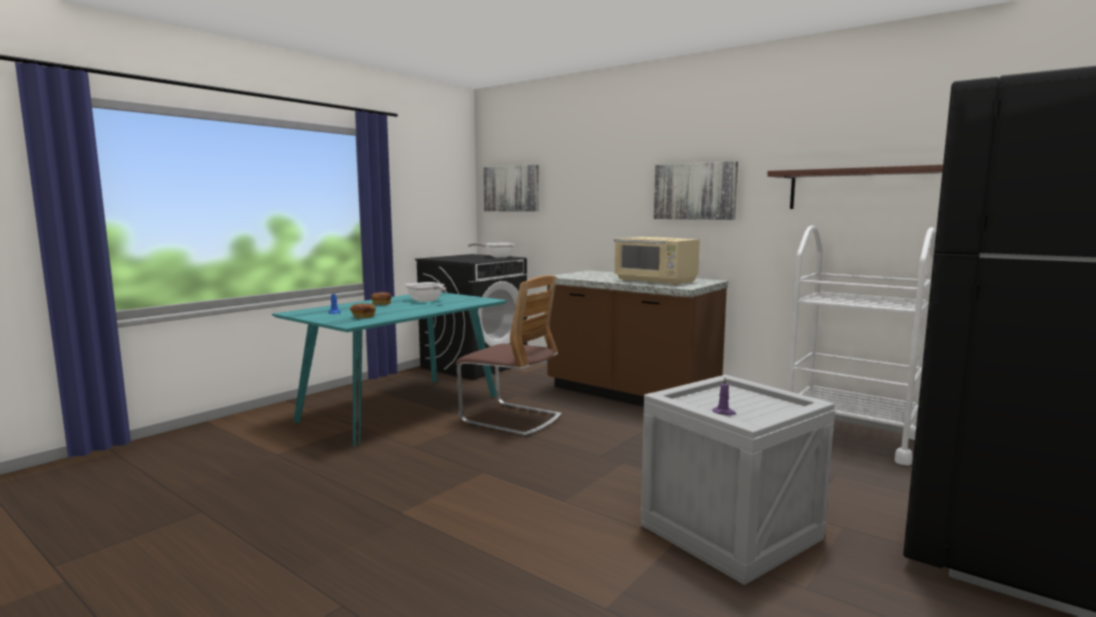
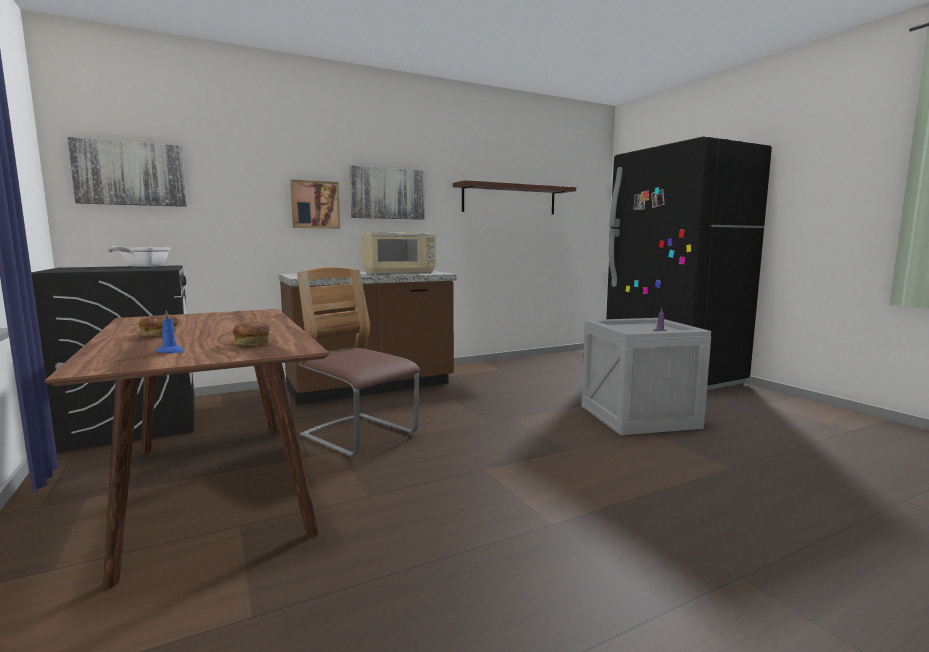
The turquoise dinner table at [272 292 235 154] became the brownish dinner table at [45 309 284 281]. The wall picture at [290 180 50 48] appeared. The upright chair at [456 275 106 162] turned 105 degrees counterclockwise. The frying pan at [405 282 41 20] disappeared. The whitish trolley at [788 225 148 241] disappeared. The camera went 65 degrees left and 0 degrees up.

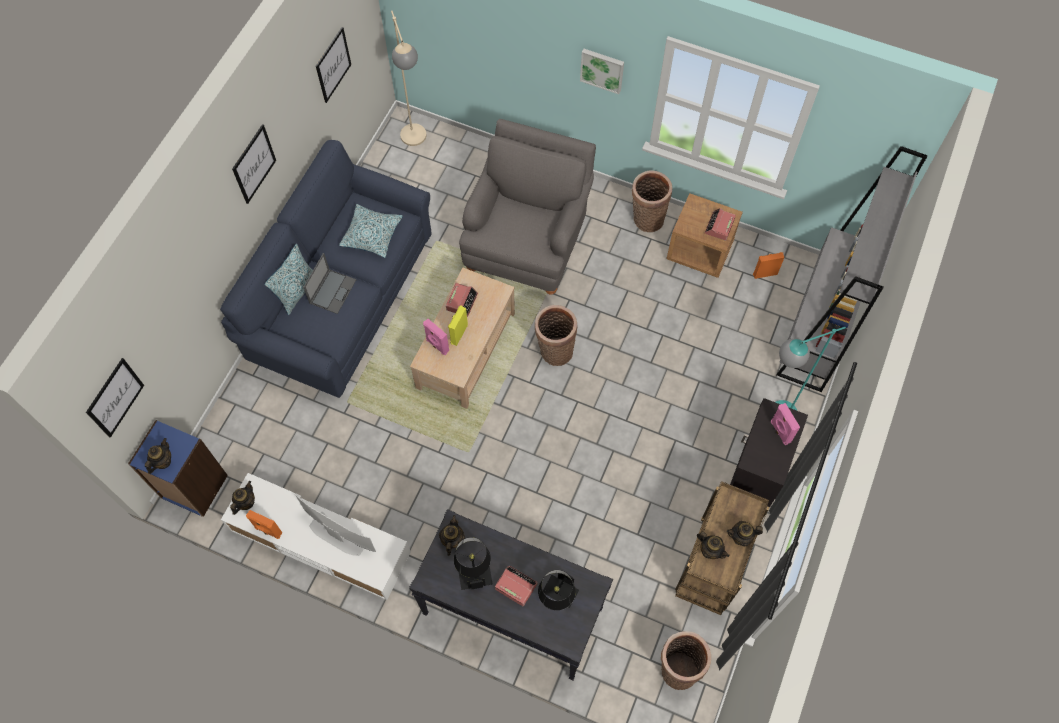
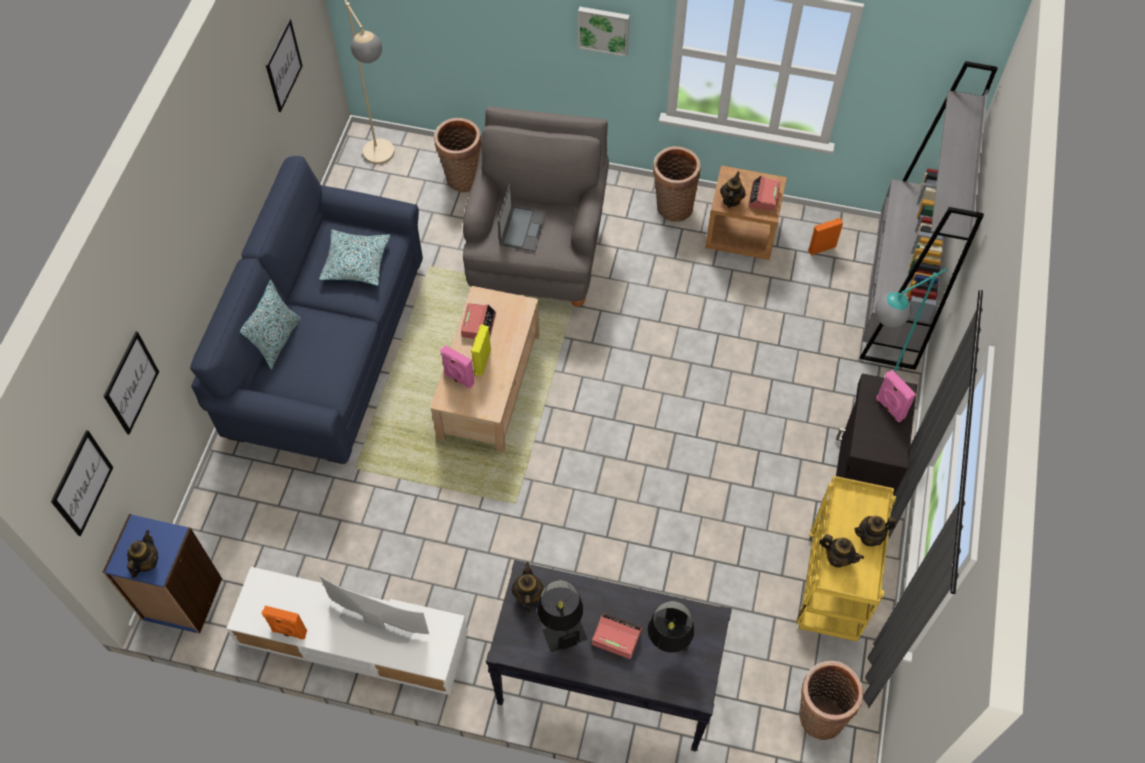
The wall picture moved from [232 124 44 80] to [104 331 55 103]. The storage basket moved from [535 305 42 61] to [434 118 47 75]. The laptop moved from [303 253 53 61] to [498 183 49 69]. The pot for tea moved from [230 481 25 34] to [720 171 26 37]. The brownish trolley at [675 481 94 134] became the yellow-coloured trolley at [797 476 99 166]. The camera went 10 degrees left and 5 degrees down.

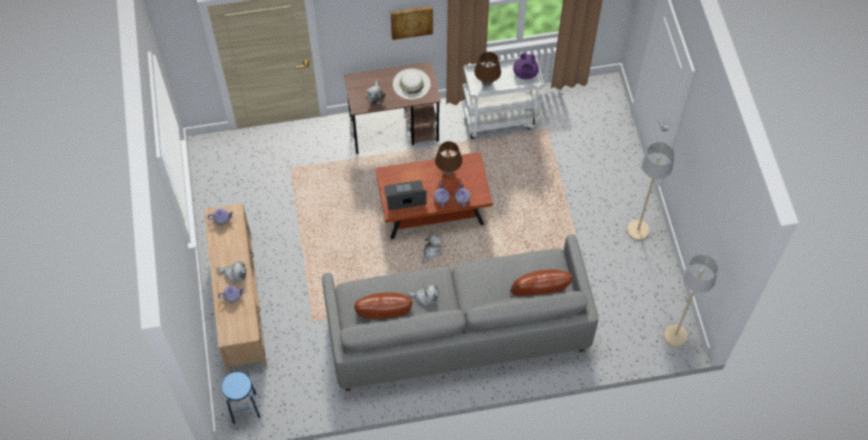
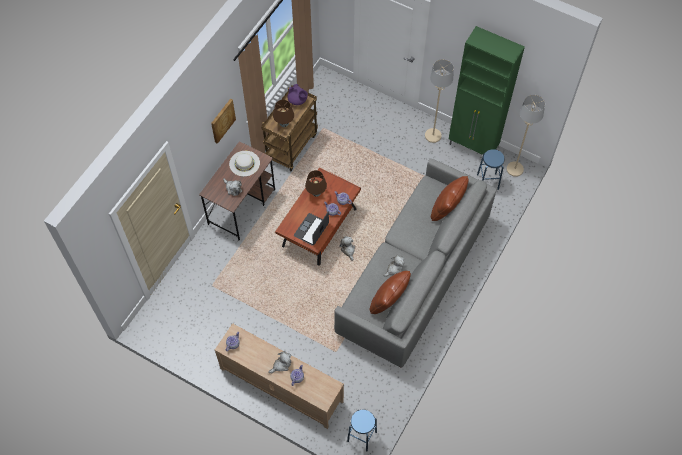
The whitish trolley at [462 55 82 84] became the brownish trolley at [261 85 57 86]. The green-coloured cupboard at [449 26 76 129] appeared. The blue-coloured stool at [477 149 28 41] appeared. The camera went 50 degrees left and 0 degrees up.

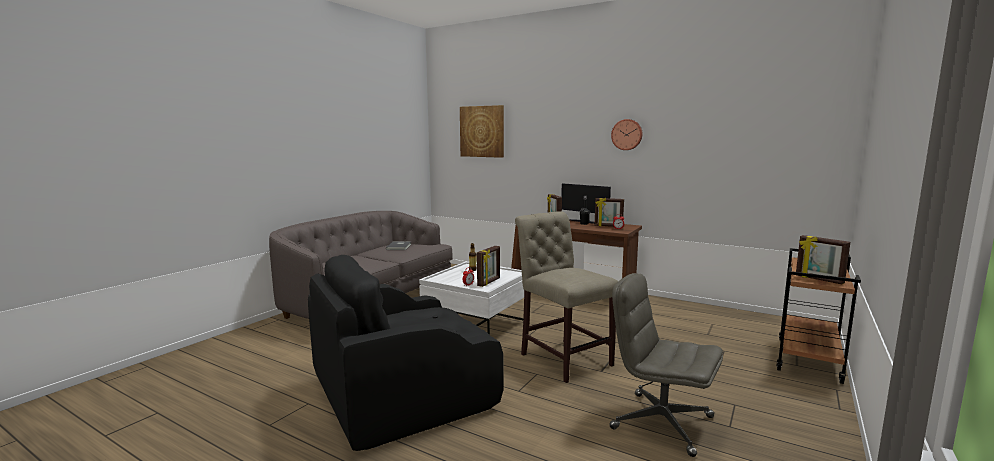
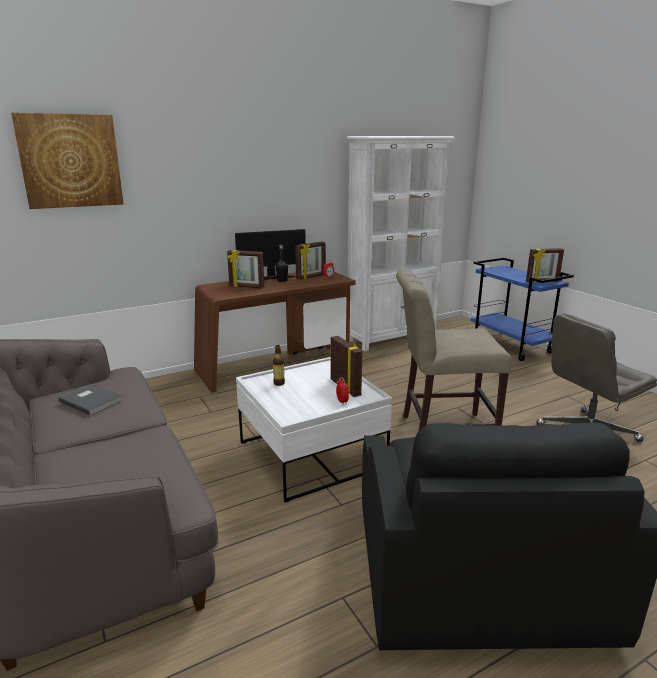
The whitish bookcase at [347 136 108 215] appeared. The brownish trolley at [777 248 84 136] became the blue-coloured trolley at [471 257 103 104]. The wall clock at [611 119 31 31] disappeared. The camera went 60 degrees left and 10 degrees up.

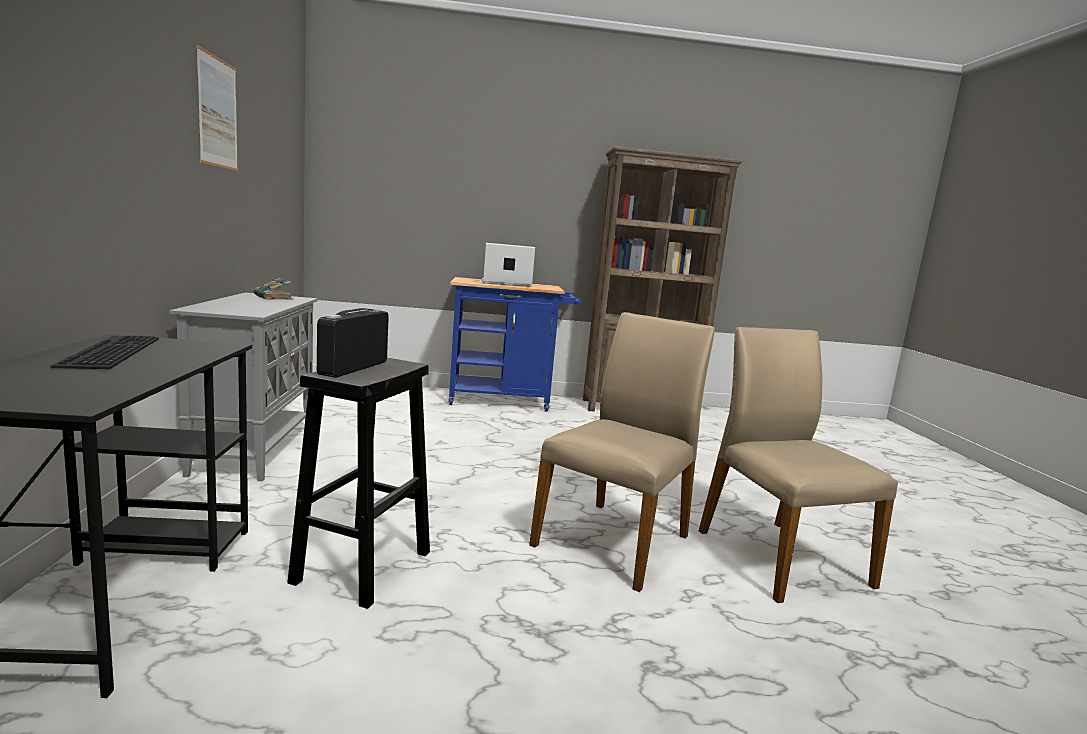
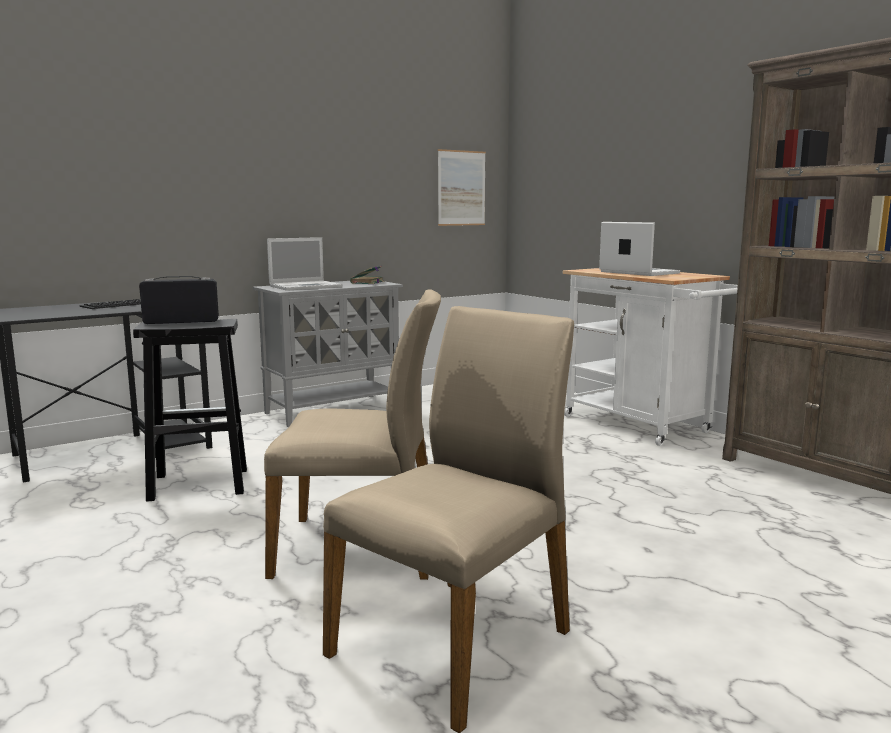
The laptop at [267 237 75 54] appeared. The wall picture moved from [196 45 42 126] to [438 149 48 77]. The blue-coloured trolley at [449 277 132 135] became the whitish trolley at [562 268 176 178]. The camera went 60 degrees right and 0 degrees up.

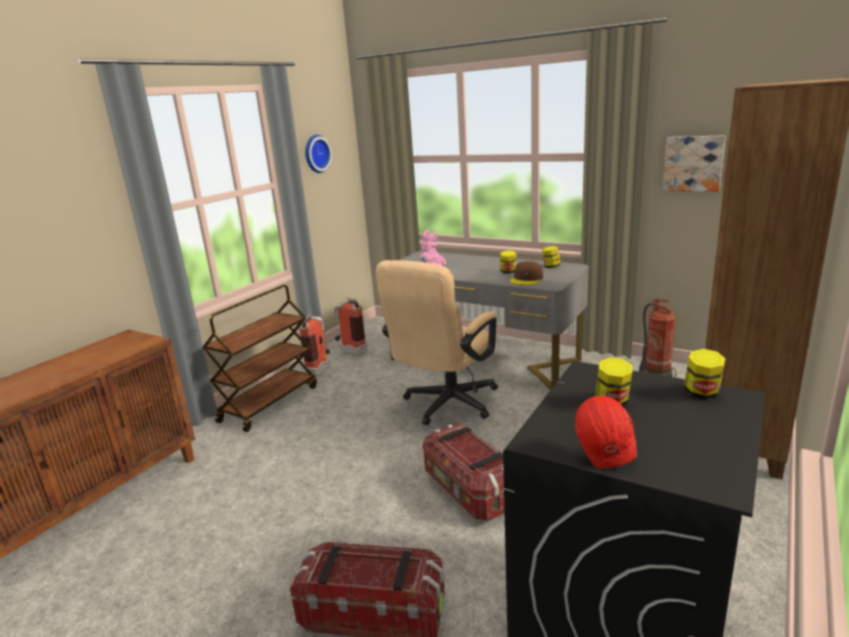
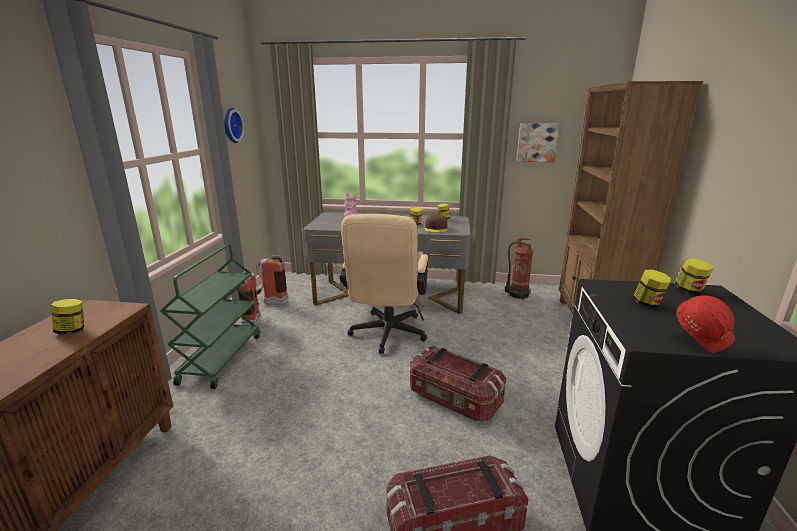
The jar at [51 299 33 35] appeared. The brownish trolley at [202 285 115 147] became the green-coloured trolley at [160 244 100 145]. The camera went 25 degrees left and 0 degrees up.

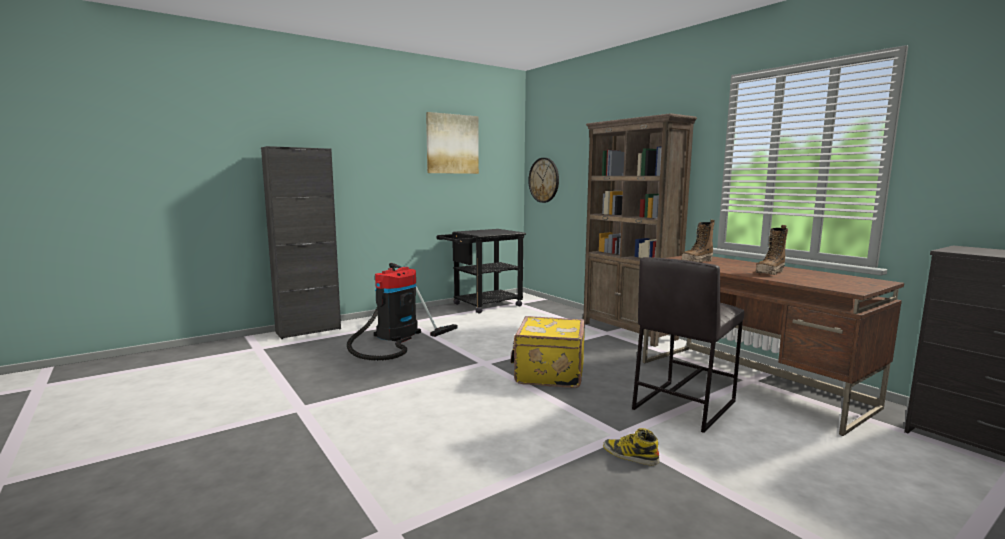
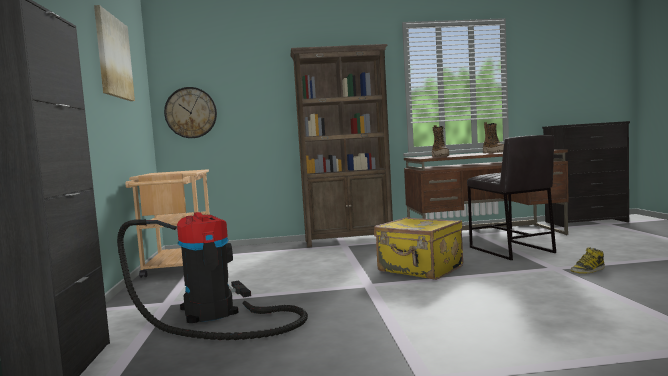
The black trolley at [436 229 90 85] became the beige trolley at [125 169 85 109]. The camera went 60 degrees left and 5 degrees down.

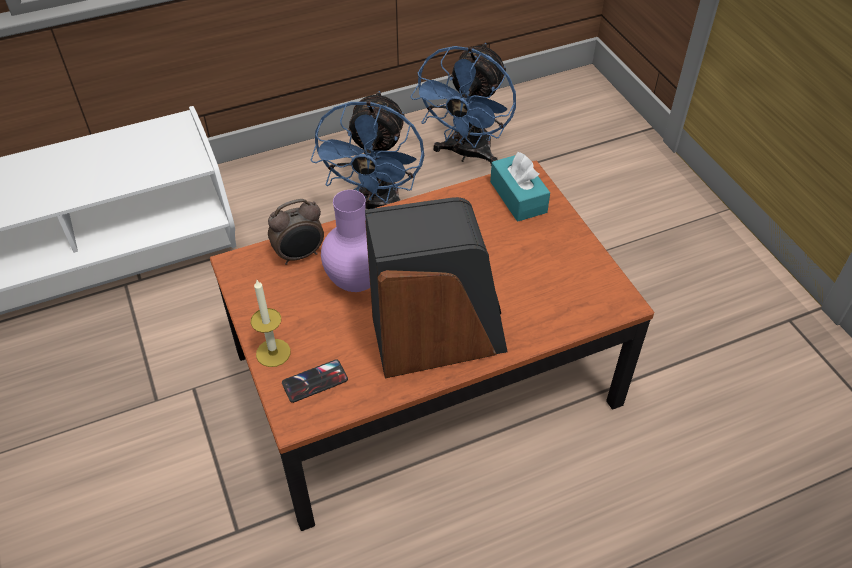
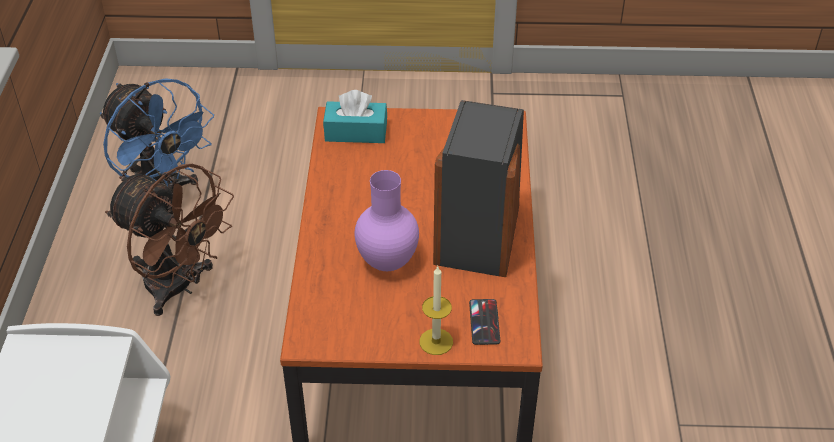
The blue-coloured cooling fan at [311 91 113 118] became the brownish cooling fan at [105 164 129 152]. The alarm clock at [268 199 56 66] disappeared. The camera went 65 degrees left and 5 degrees down.

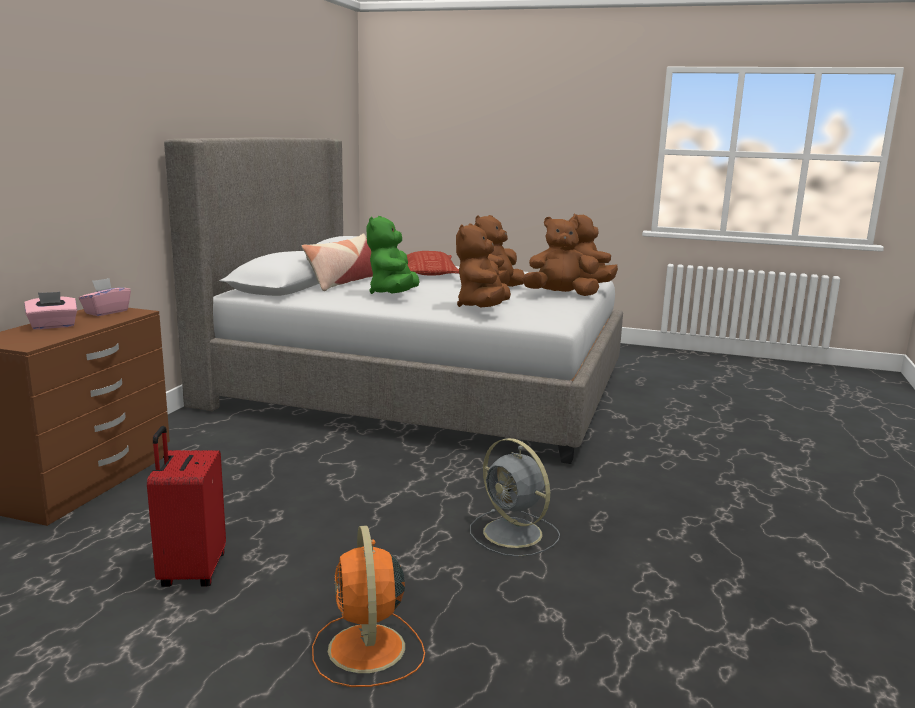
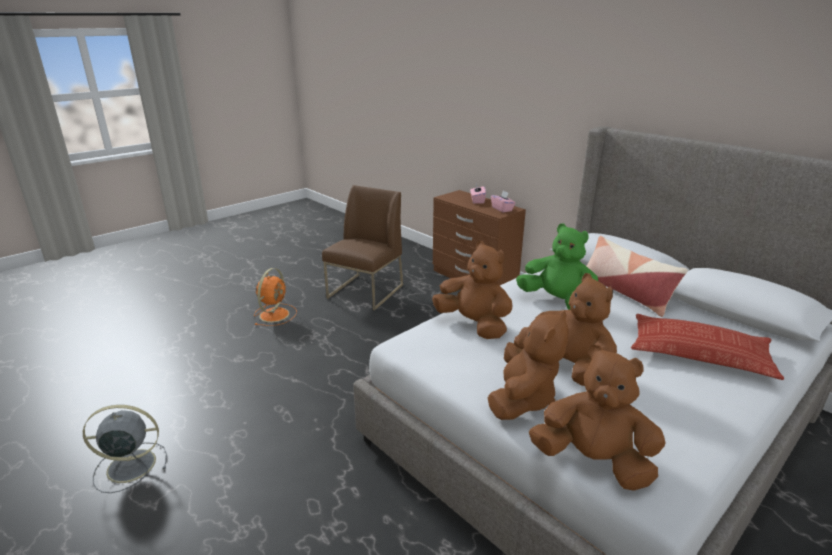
The greyish cooling fan moved from [470 438 90 119] to [83 405 84 88]. The orange-coloured cooling fan at [312 525 113 162] turned 90 degrees clockwise. The reddish suitcase at [147 426 79 161] was replaced by the brownish upright chair at [322 185 81 126]. The camera went 120 degrees right and 10 degrees up.

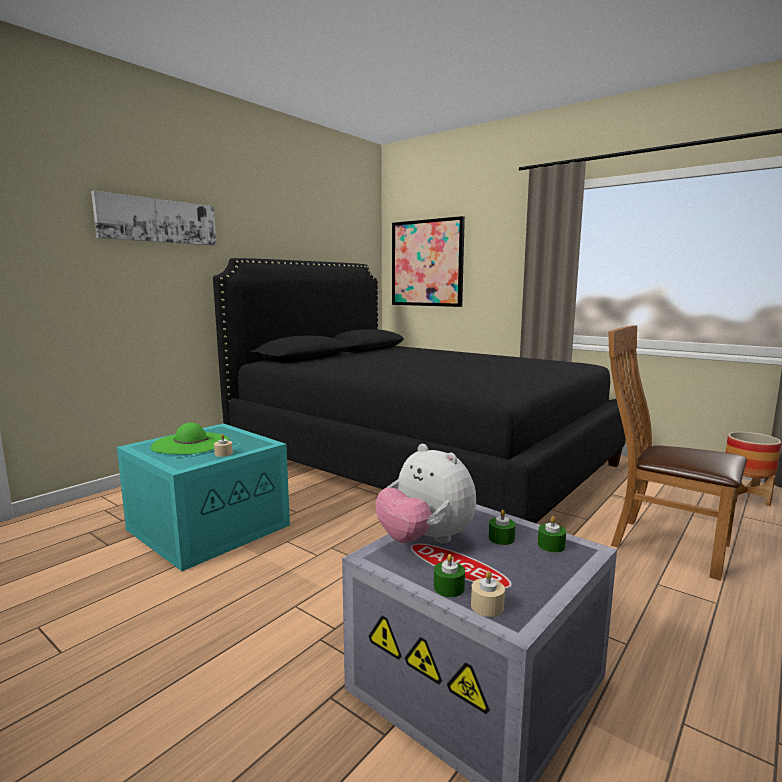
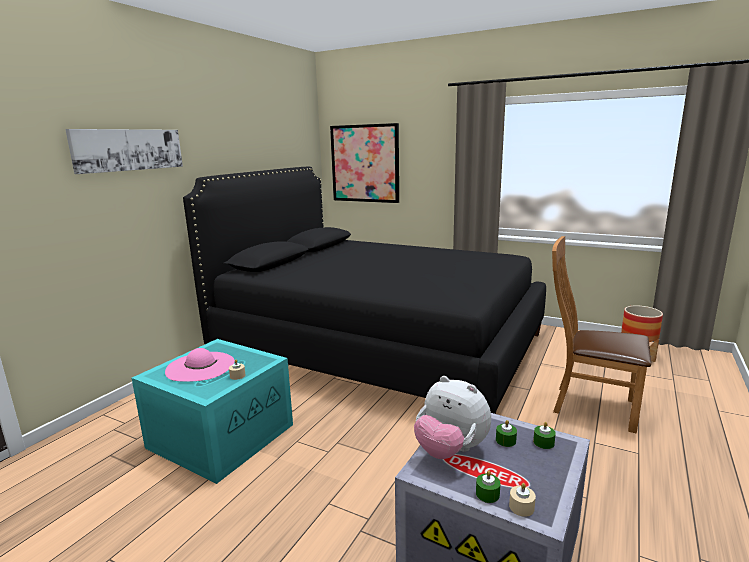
The green-coloured clothing hat at [151 422 78 32] became the pink clothing hat at [165 348 70 34]. The camera went 10 degrees left and 5 degrees up.

